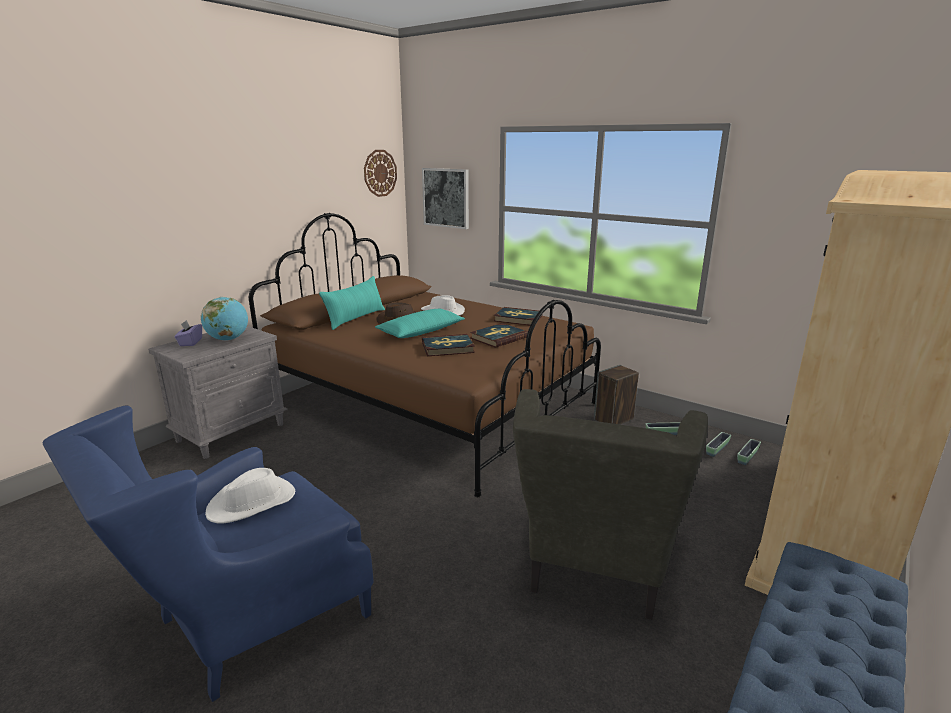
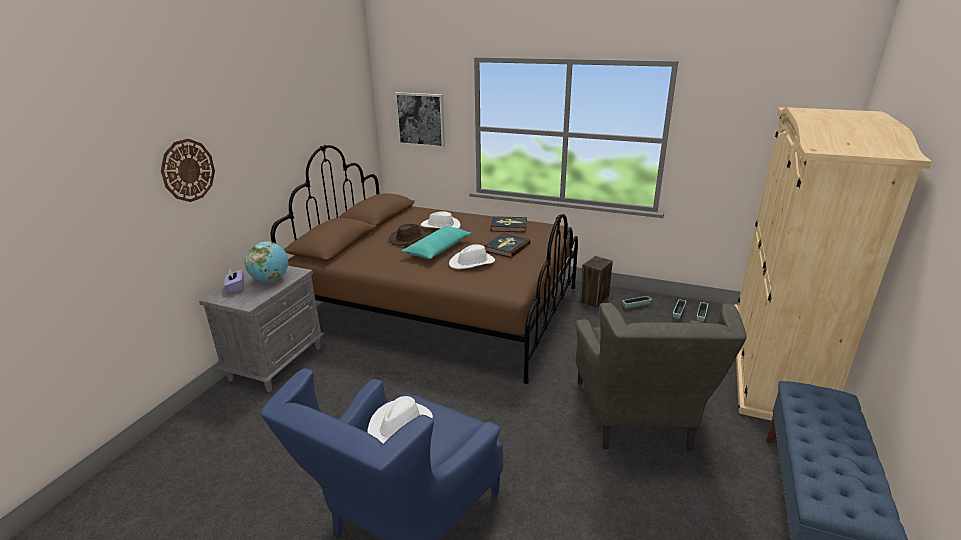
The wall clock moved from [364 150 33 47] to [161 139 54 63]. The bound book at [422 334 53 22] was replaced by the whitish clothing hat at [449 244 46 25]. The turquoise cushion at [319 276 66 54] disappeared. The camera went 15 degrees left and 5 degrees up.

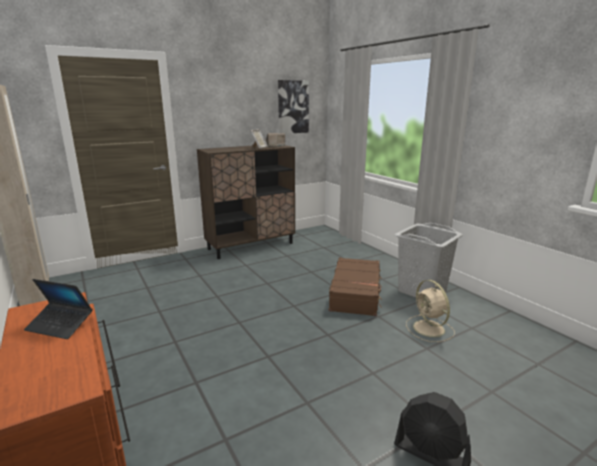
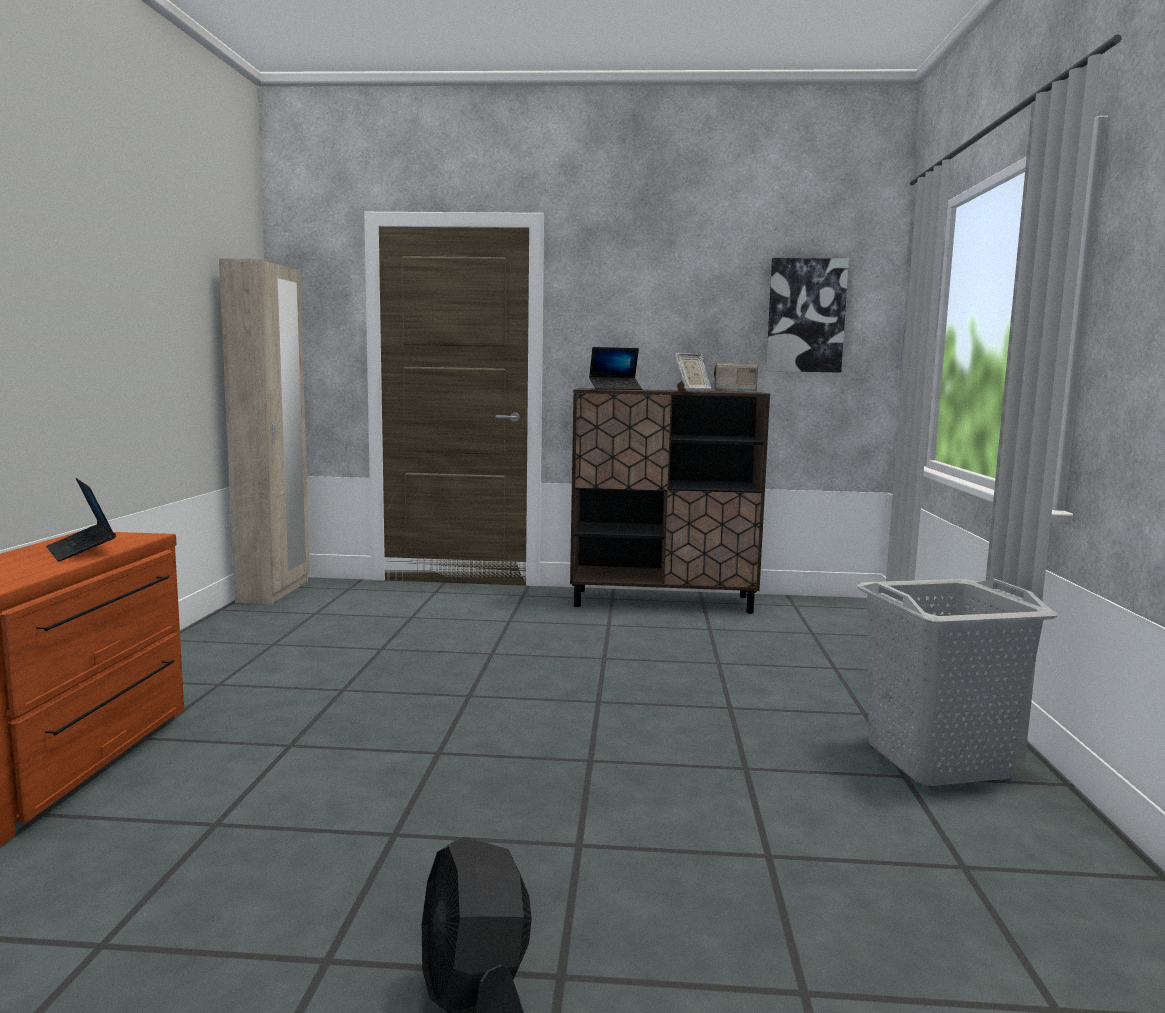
The laptop at [589 347 53 43] appeared. The brownish suitcase at [329 257 53 59] disappeared. The beige cooling fan at [406 280 49 62] disappeared. The camera went 35 degrees right and 10 degrees down.

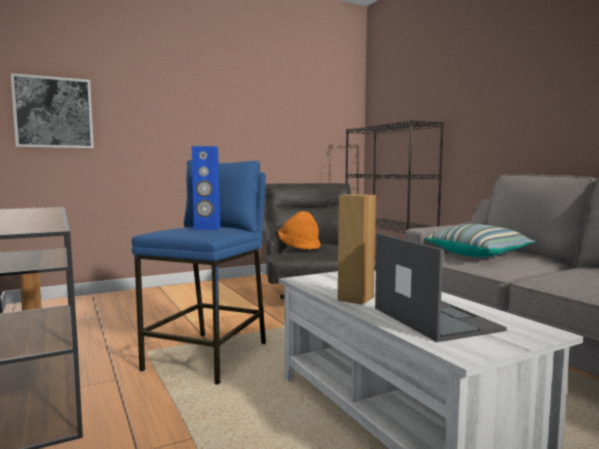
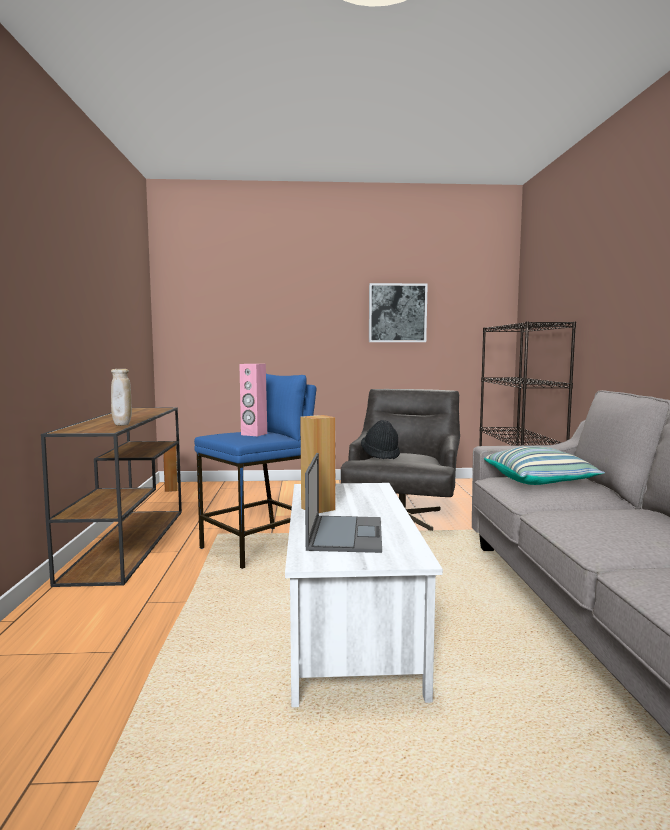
The beige vase at [111 369 21 57] appeared. The blue-coloured audio speaker at [192 146 28 84] became the pink audio speaker at [239 364 28 72]. The orange-coloured clothing hat at [278 211 42 39] became the black clothing hat at [361 420 39 39]. The wall picture moved from [11 73 83 75] to [369 283 59 59]. The camera went 25 degrees right and 0 degrees up.

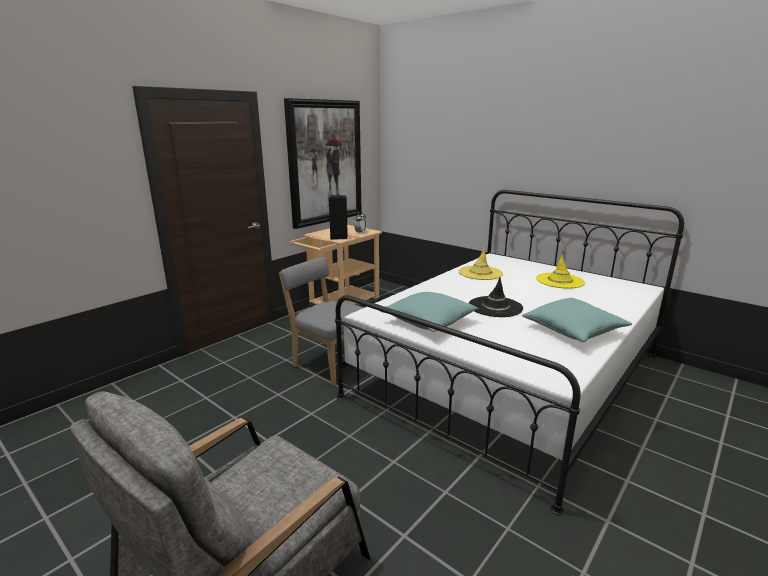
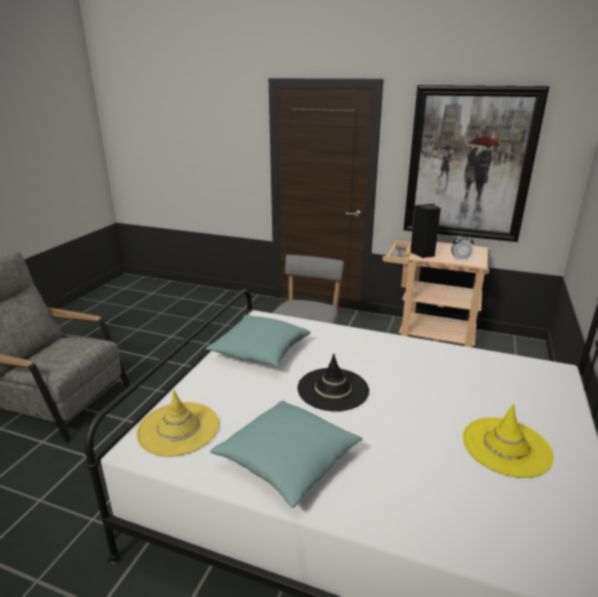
The yellow-coloured clothing hat moved from [459 248 44 32] to [136 390 83 67]. The camera went 70 degrees right and 5 degrees up.

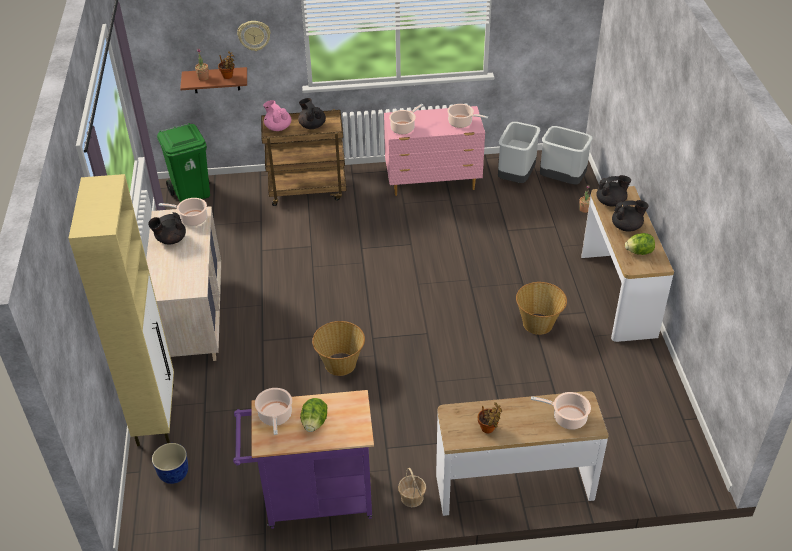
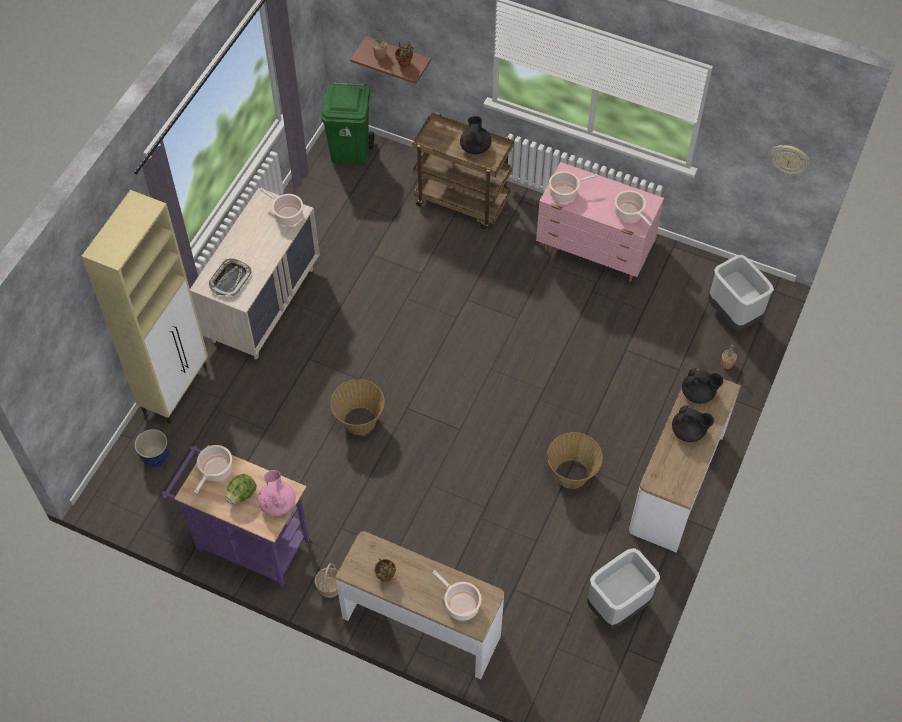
The tray at [209 259 42 37] appeared. The pink pot for tea moved from [263 100 29 31] to [258 470 38 46]. The greyish trash can moved from [498 122 42 61] to [587 548 73 81]. The wall clock moved from [237 21 34 30] to [771 145 38 30]. The black pot for tea at [148 212 38 32] disappeared. The head of lettuce at [625 233 30 22] disappeared. The camera went 30 degrees right and 15 degrees up.

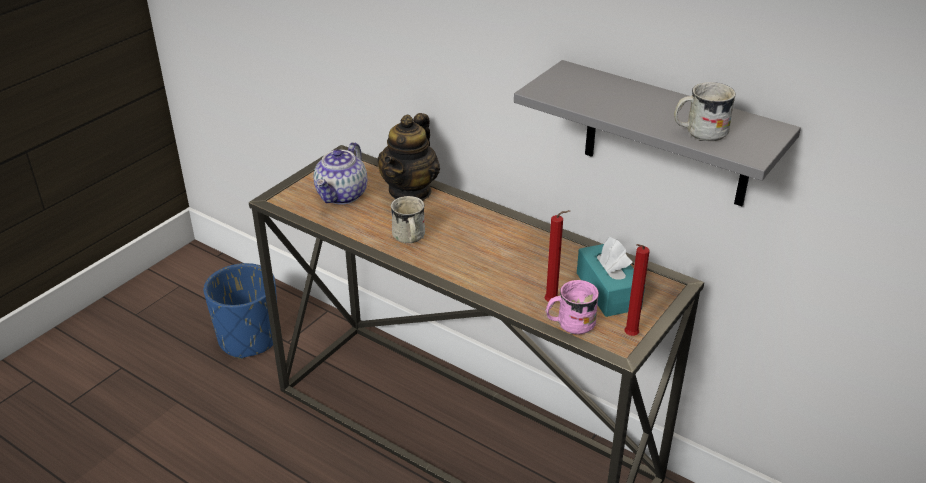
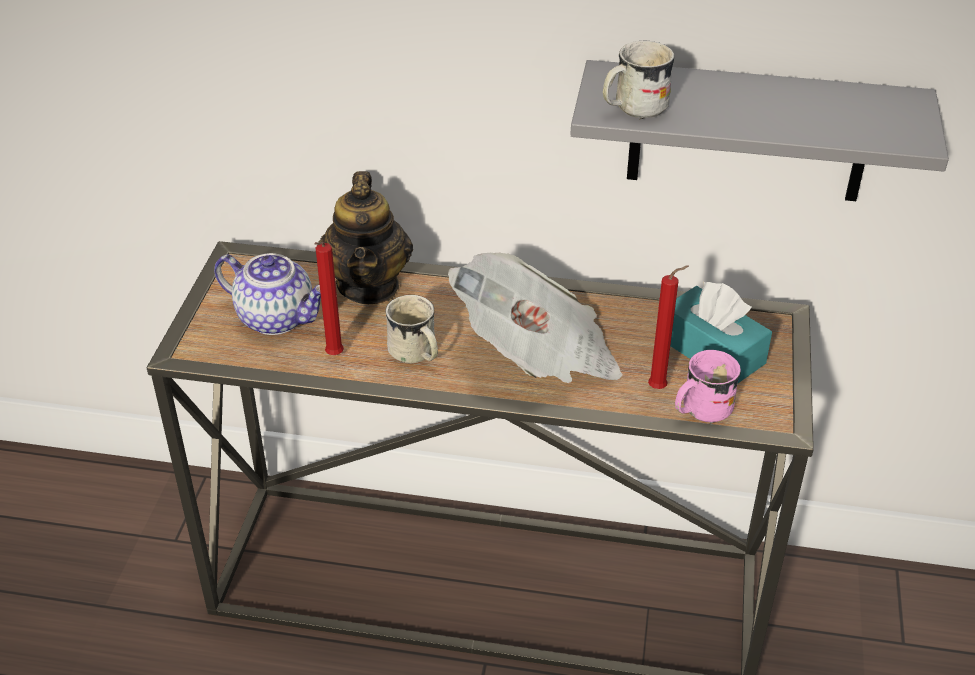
The pot for tea at [314 142 53 63] turned 60 degrees counterclockwise. The reddish candle moved from [624 244 26 92] to [314 242 30 113]. The newspaper at [448 252 175 131] appeared. The whitish mug moved from [674 82 62 59] to [603 41 71 78]. The blue-coloured plant pot at [204 263 73 96] disappeared. The camera went 25 degrees left and 5 degrees up.

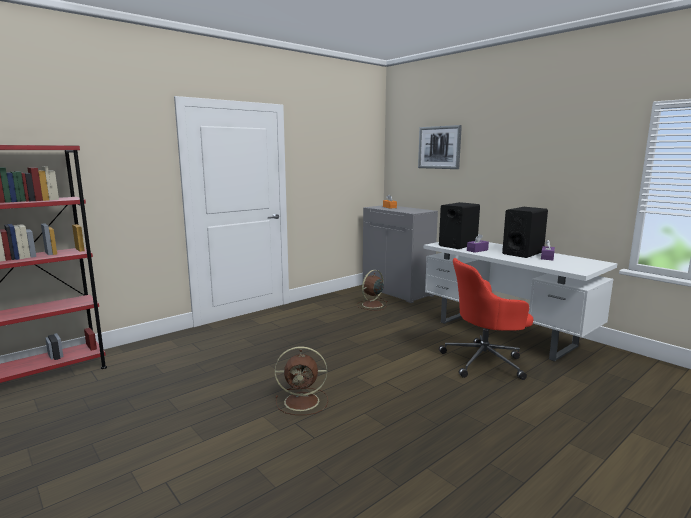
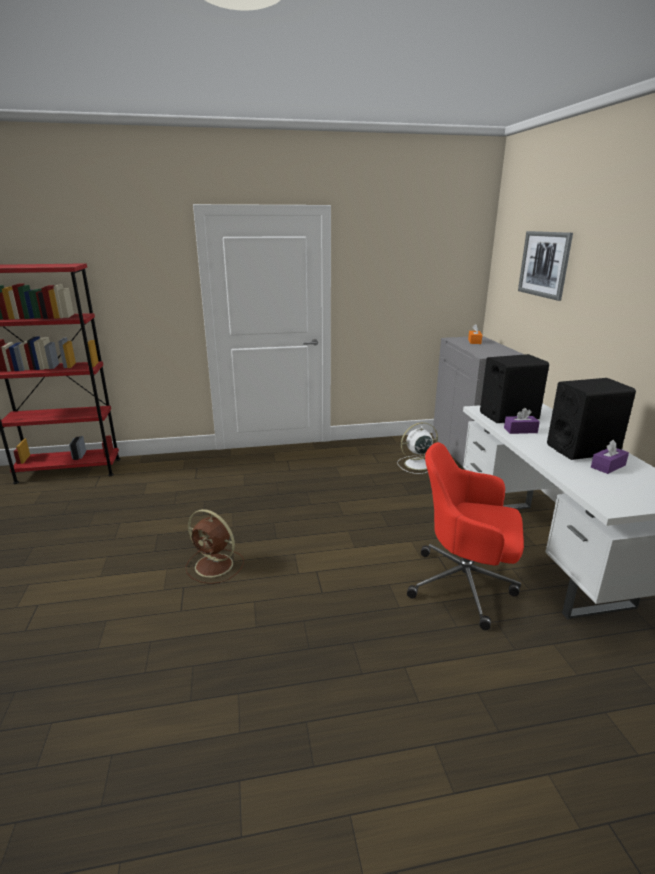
The brownish cooling fan at [357 270 30 41] became the whitish cooling fan at [397 422 41 52]. The camera went 30 degrees right and 10 degrees up.

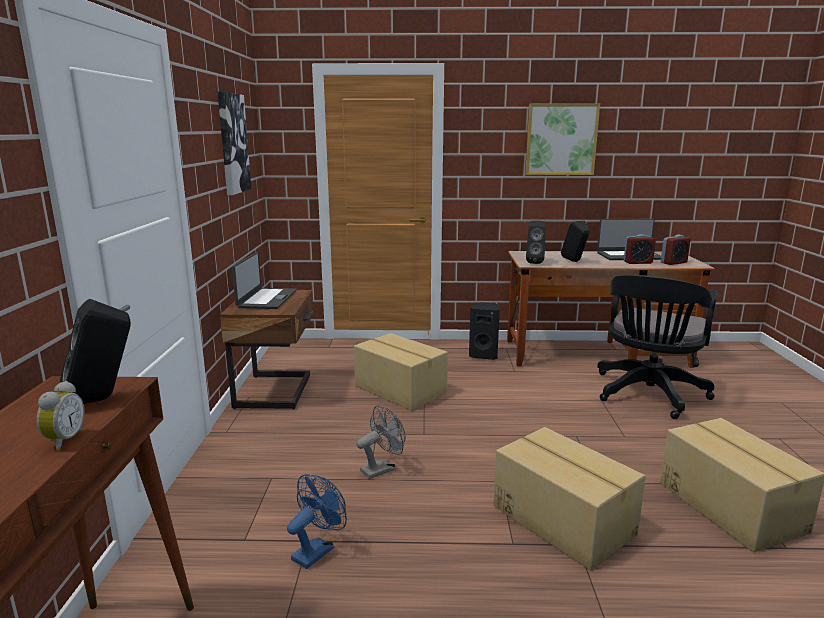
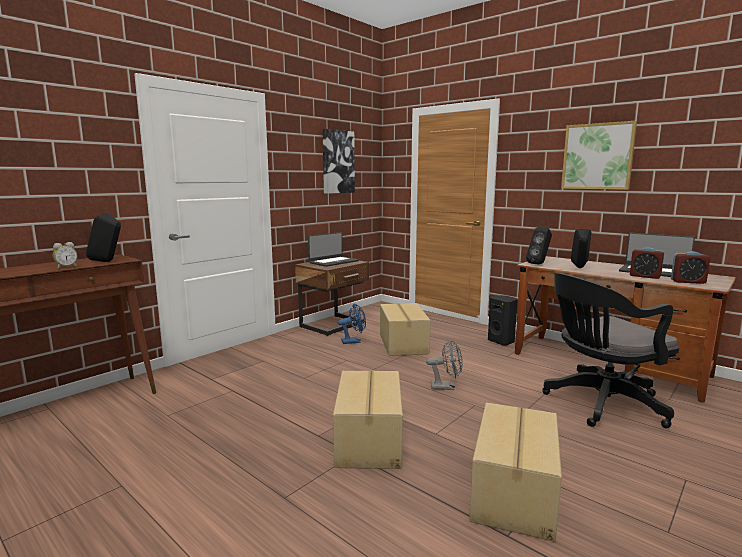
The blue-coloured cooling fan moved from [287 474 60 95] to [338 303 28 41]. The greyish cooling fan moved from [356 405 50 74] to [426 339 37 51]. The camera went 40 degrees right and 5 degrees down.

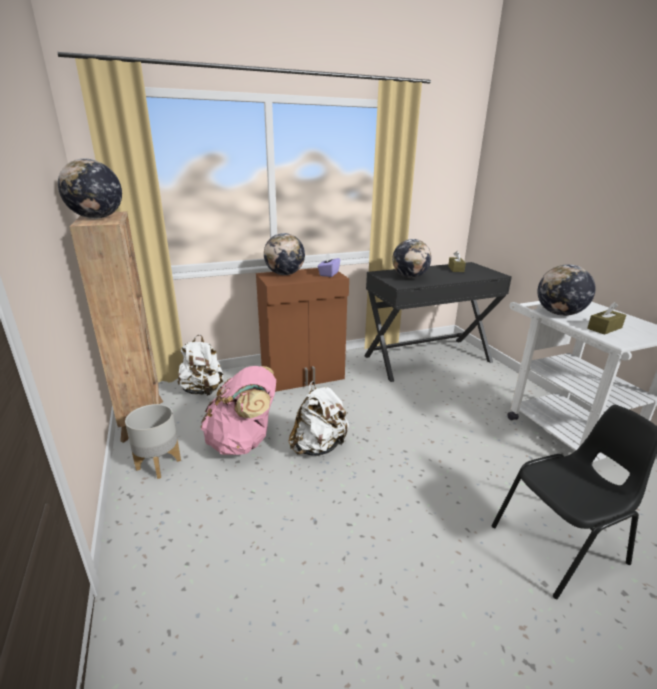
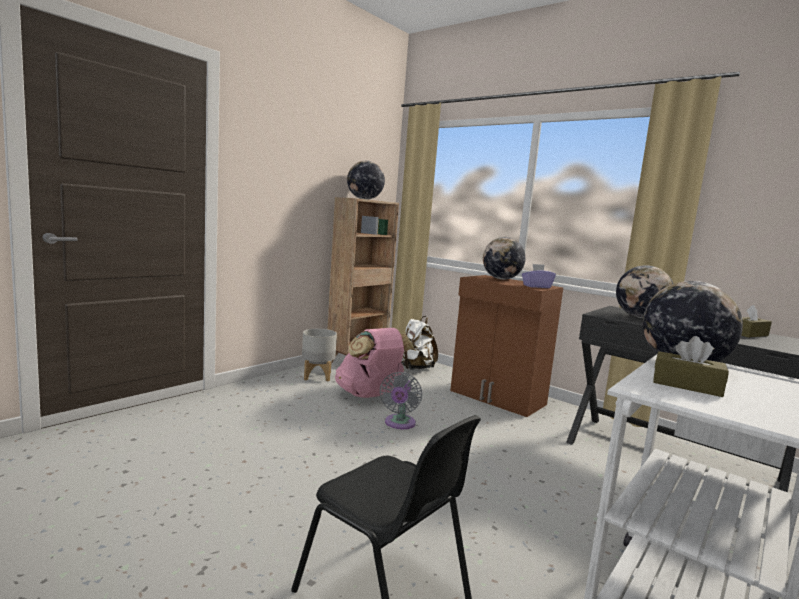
The whitish backpack at [288 381 61 75] was replaced by the greyish cooling fan at [380 372 42 57]. The camera went 60 degrees right and 15 degrees down.

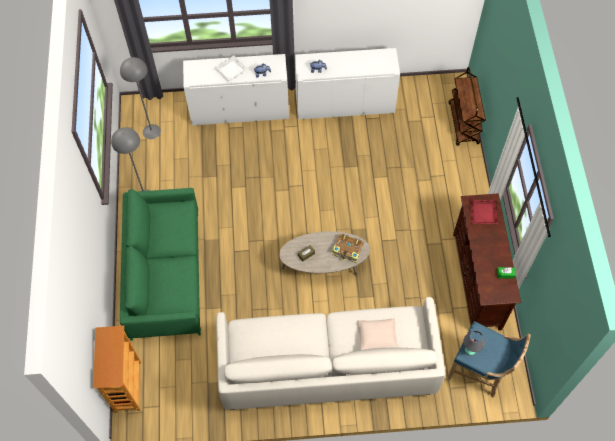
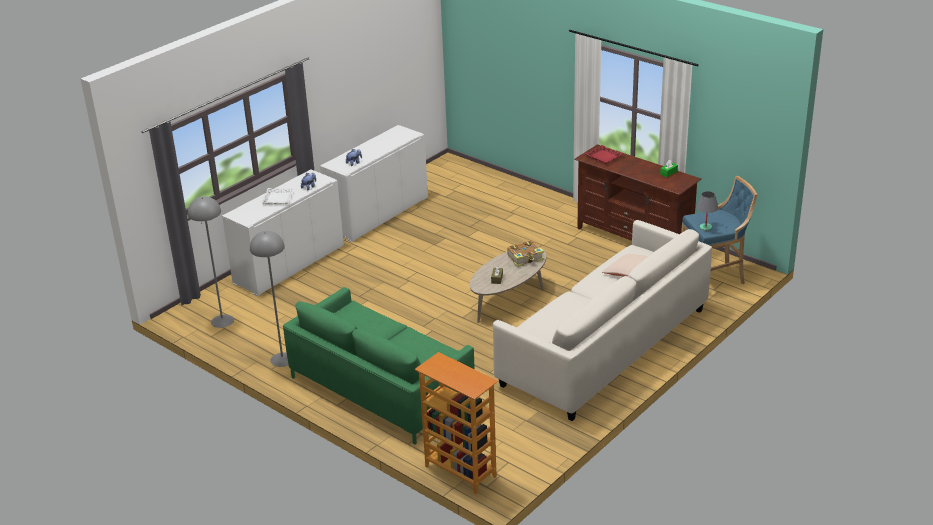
The brownish trolley at [448 67 38 79] disappeared. The camera went 45 degrees left and 30 degrees down.

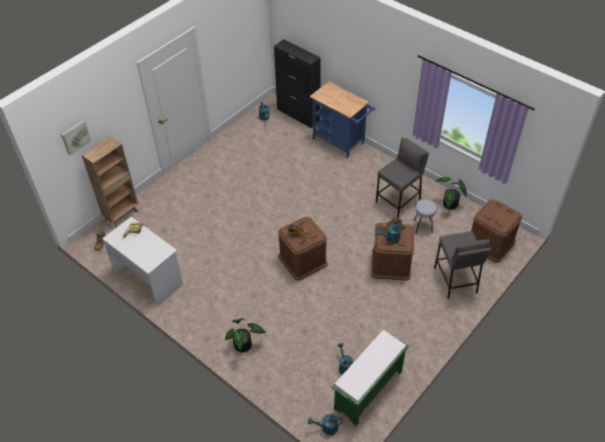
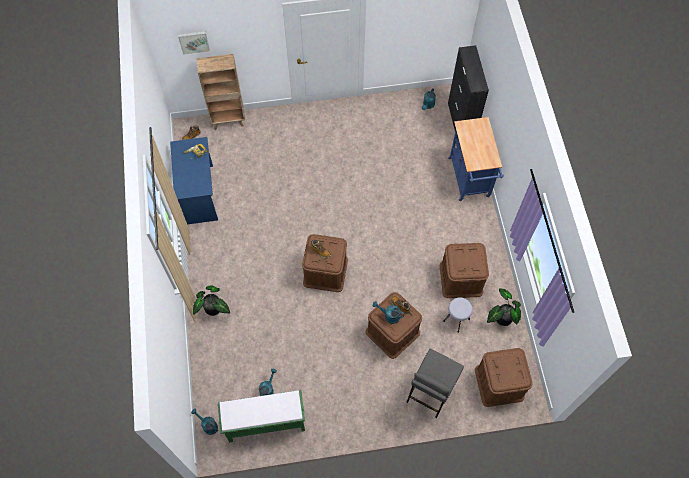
The whitish desk table at [102 217 81 89] became the blue-coloured desk table at [170 137 48 88]. The greyish stool at [376 137 53 81] was replaced by the brownish storage bin at [440 243 49 55]. The camera went 40 degrees right and 15 degrees up.

